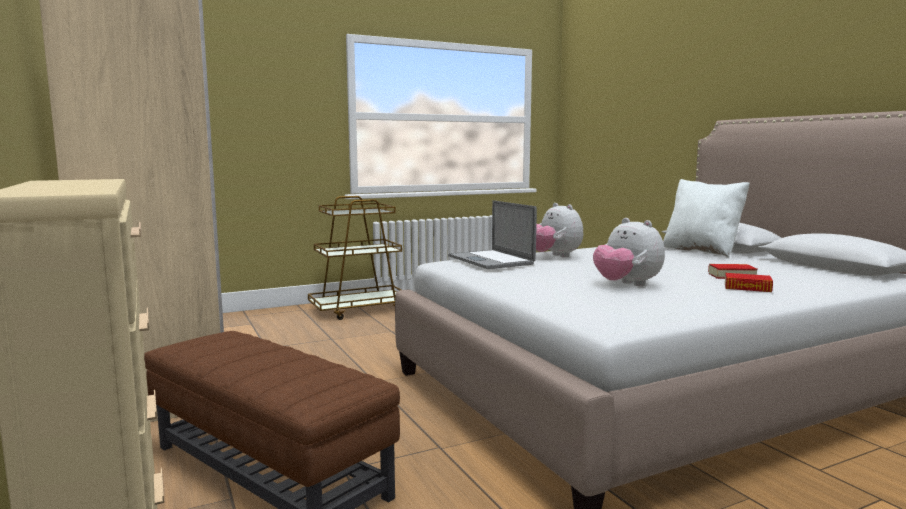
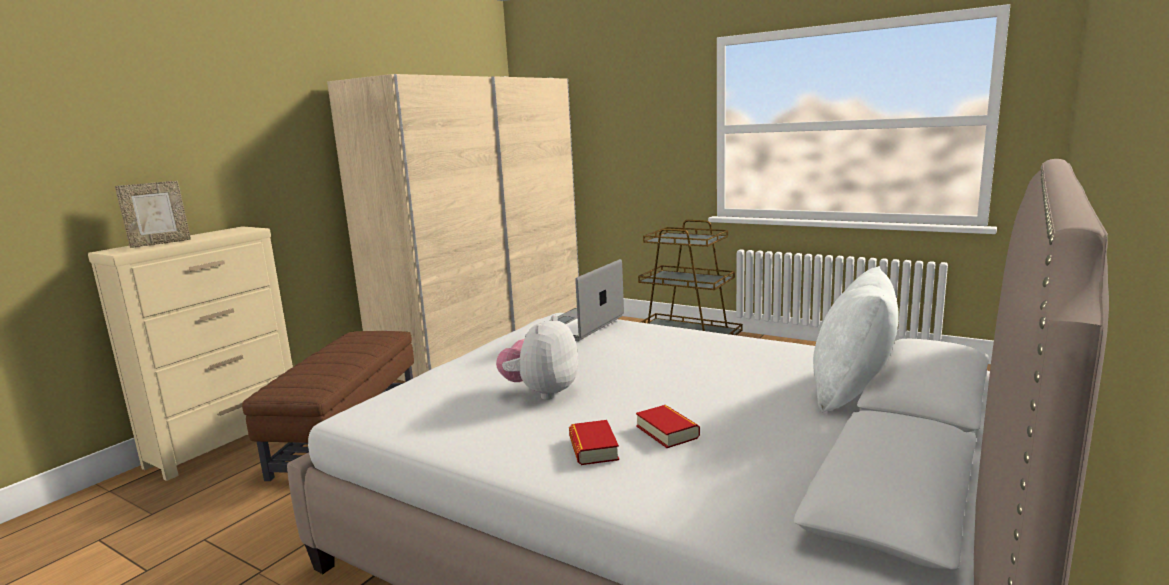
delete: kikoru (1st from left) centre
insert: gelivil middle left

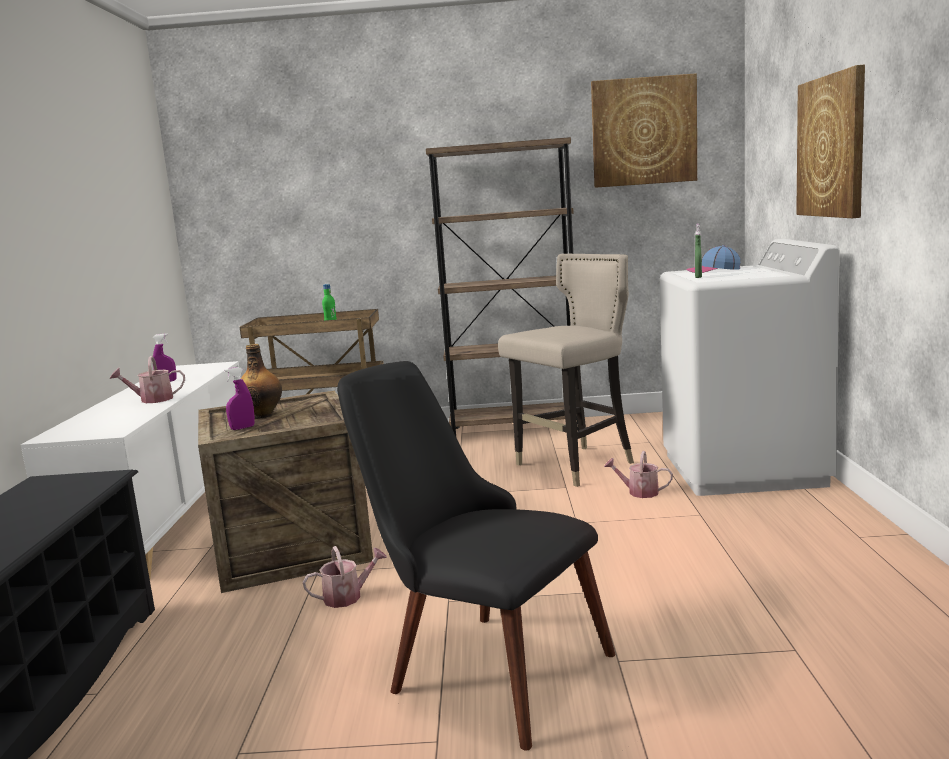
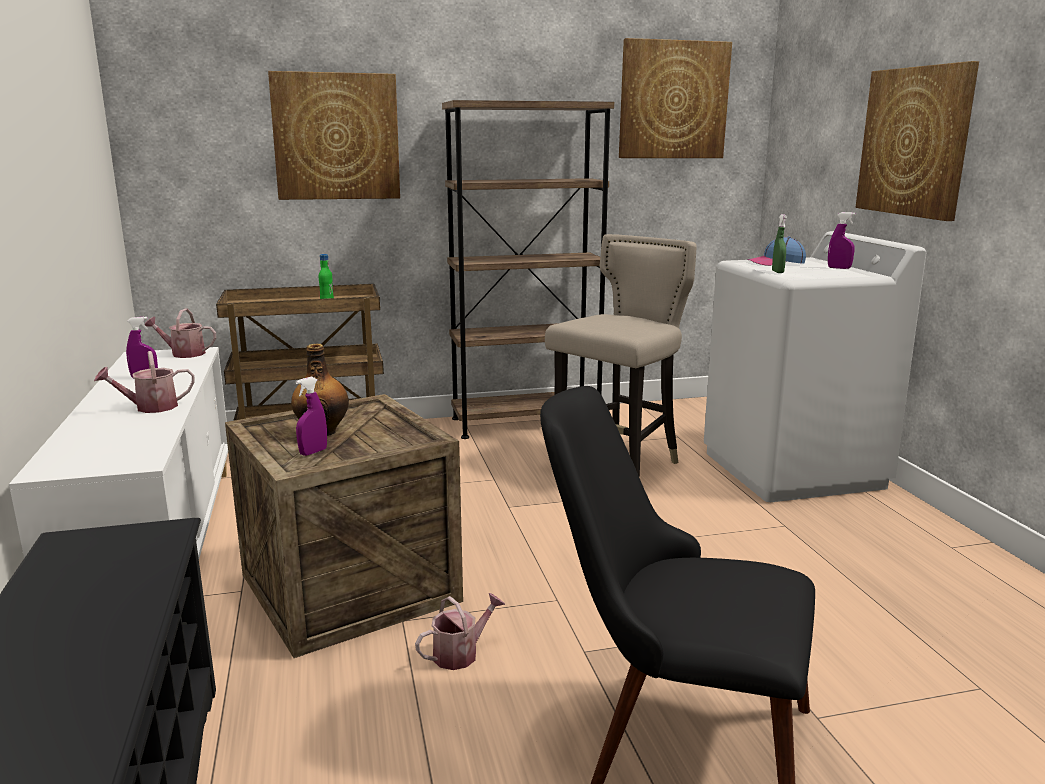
insert: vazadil (1st from left) top left; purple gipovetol (3rd from left) top right
move: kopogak (3rd from left in the first image) middle right to kopogak (2nd from left) middle left

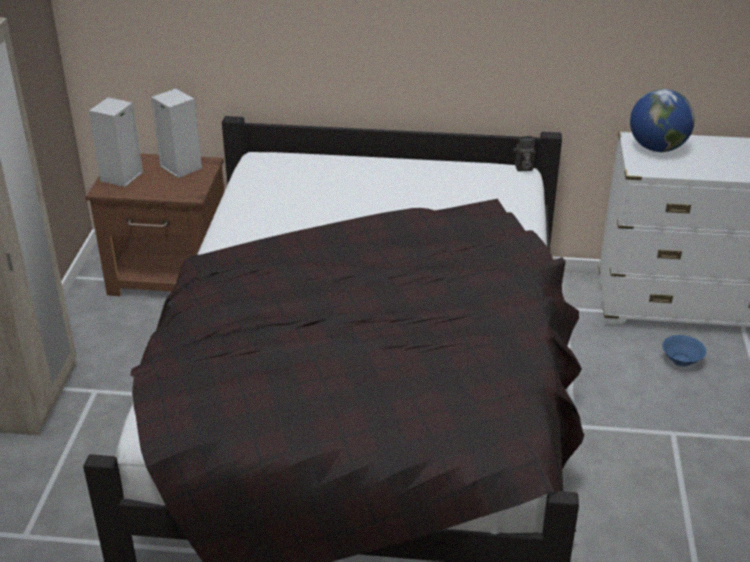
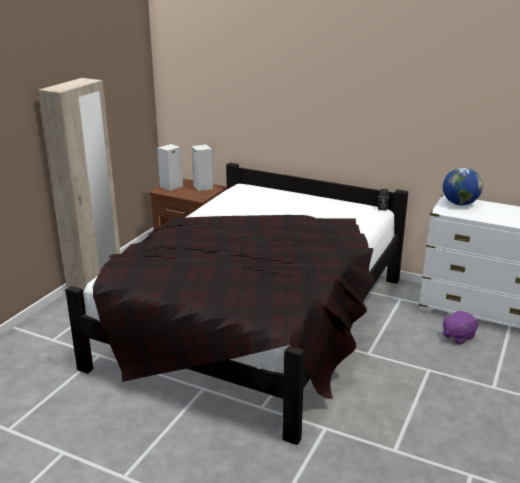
replace: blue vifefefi middle right to purple kikoru bottom right

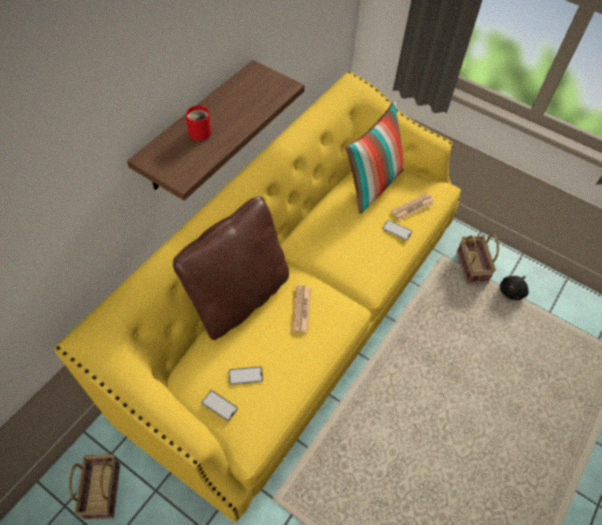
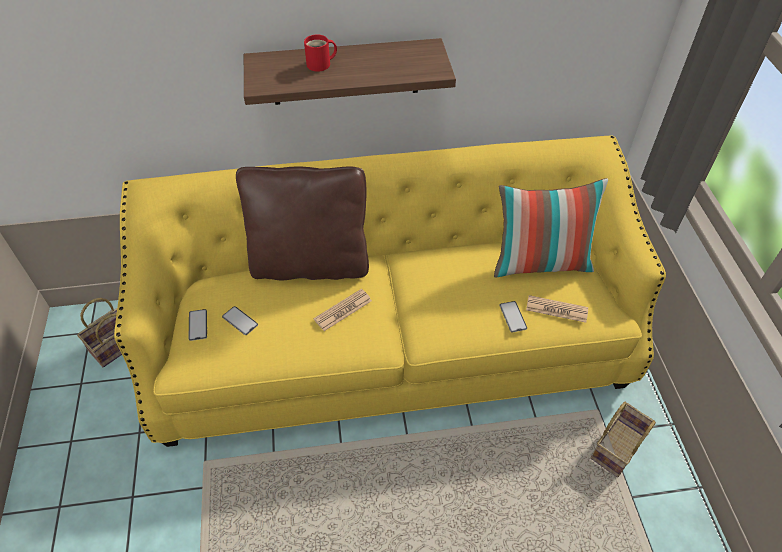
delete: black kikoru middle right

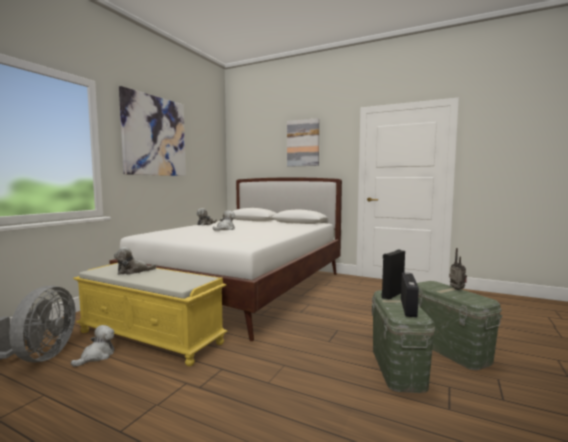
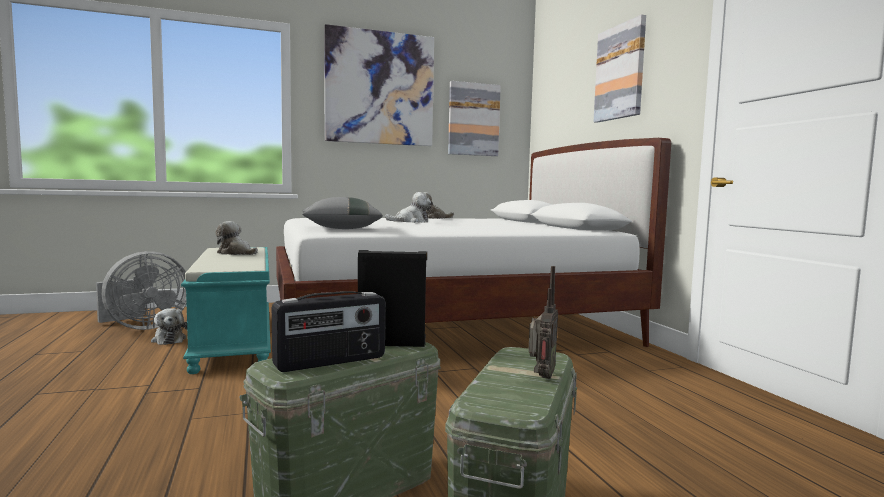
insert: vazadil (2nd from left) top centre; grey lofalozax centre
recolor: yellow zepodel bottom left to turquoise zepodel middle left
rotate: kikoru (1st from left) bottom left = middle left 75 degrees clockwise

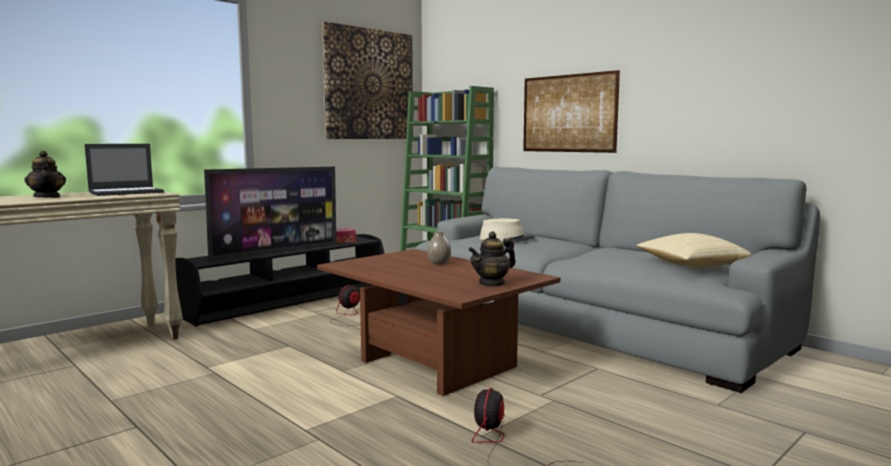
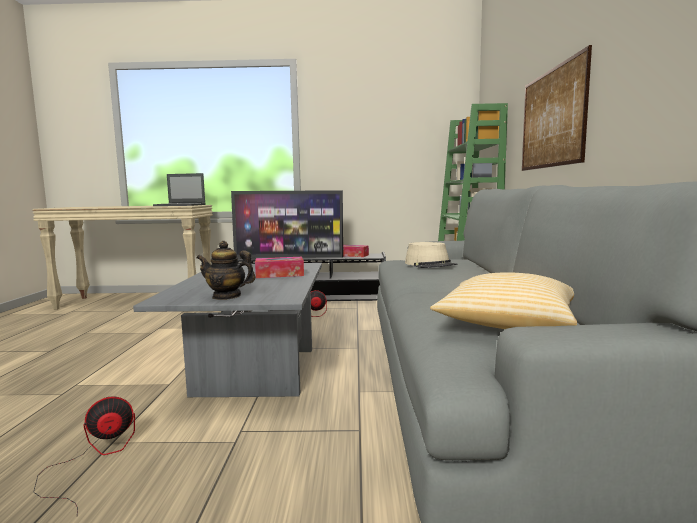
delete: vazadil (1st from left) top centre; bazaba (1st from left) middle left
replace: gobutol centre to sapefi (1st from left) centre
recolor: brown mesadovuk bottom centre to grey mesadovuk middle left

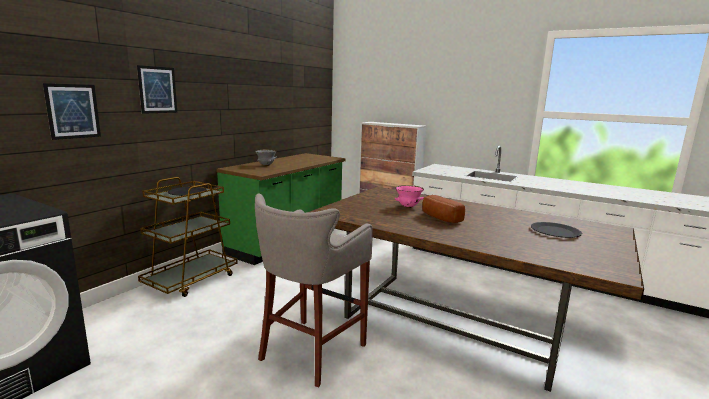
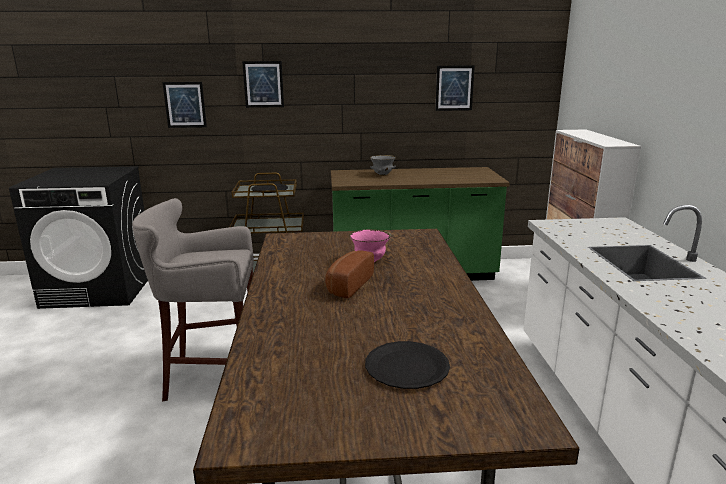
insert: vazadil (3rd from left) top centre

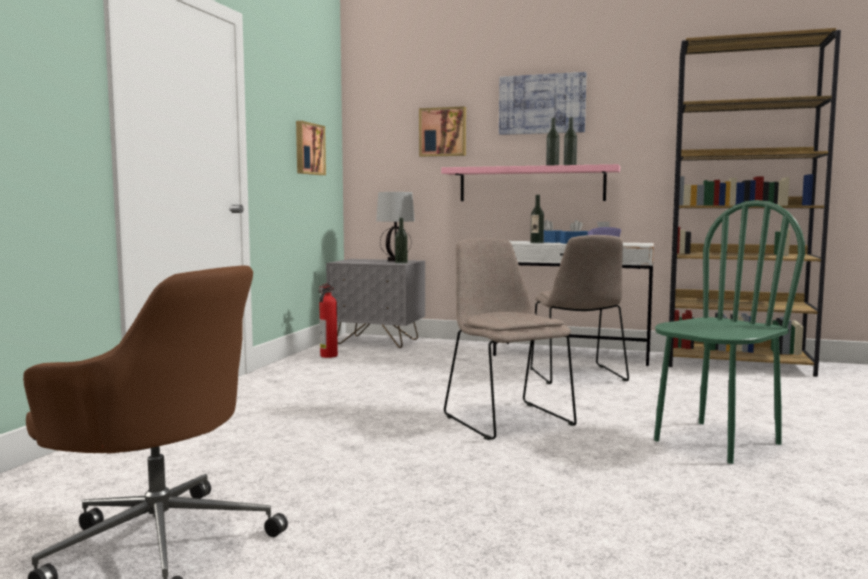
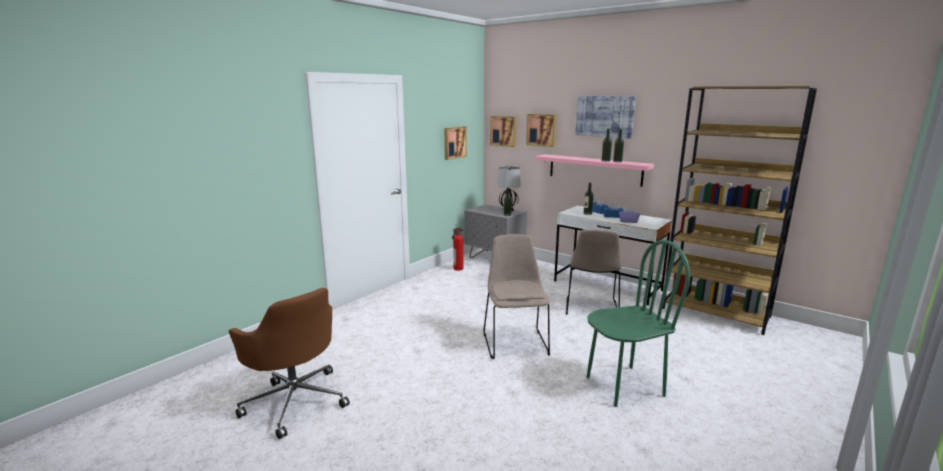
insert: vazadil (2nd from left) top centre

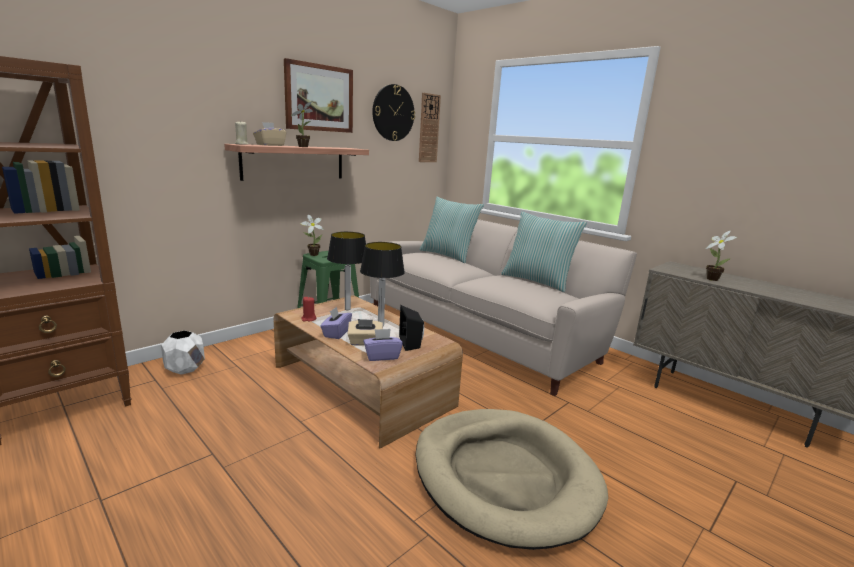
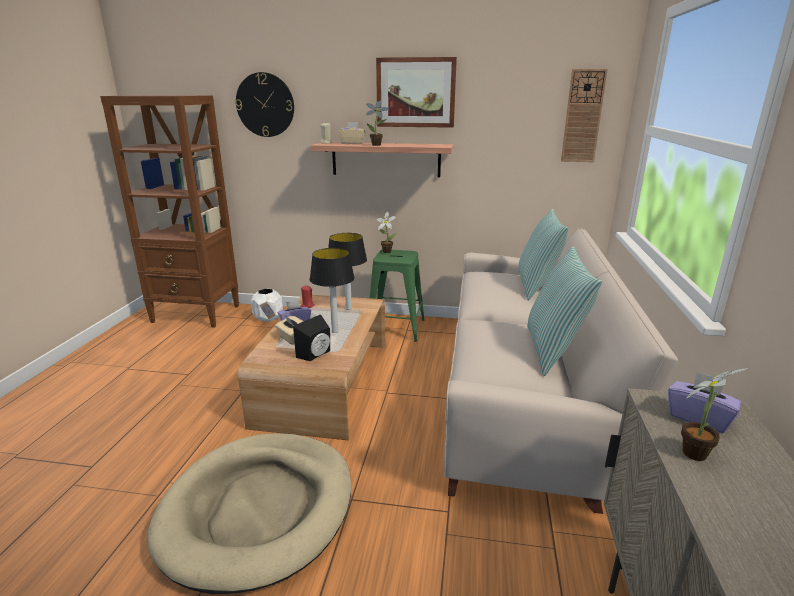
move: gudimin (1st from left) top centre to top left; purple sapefi (2nd from left) centre to bottom right

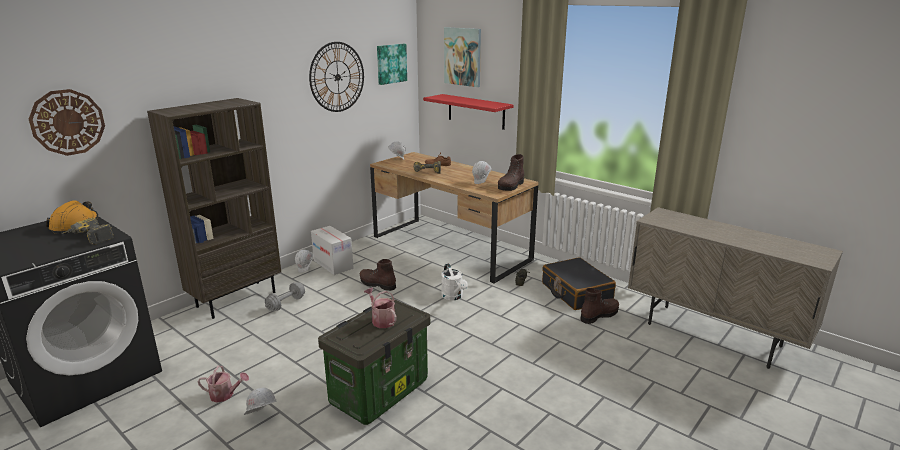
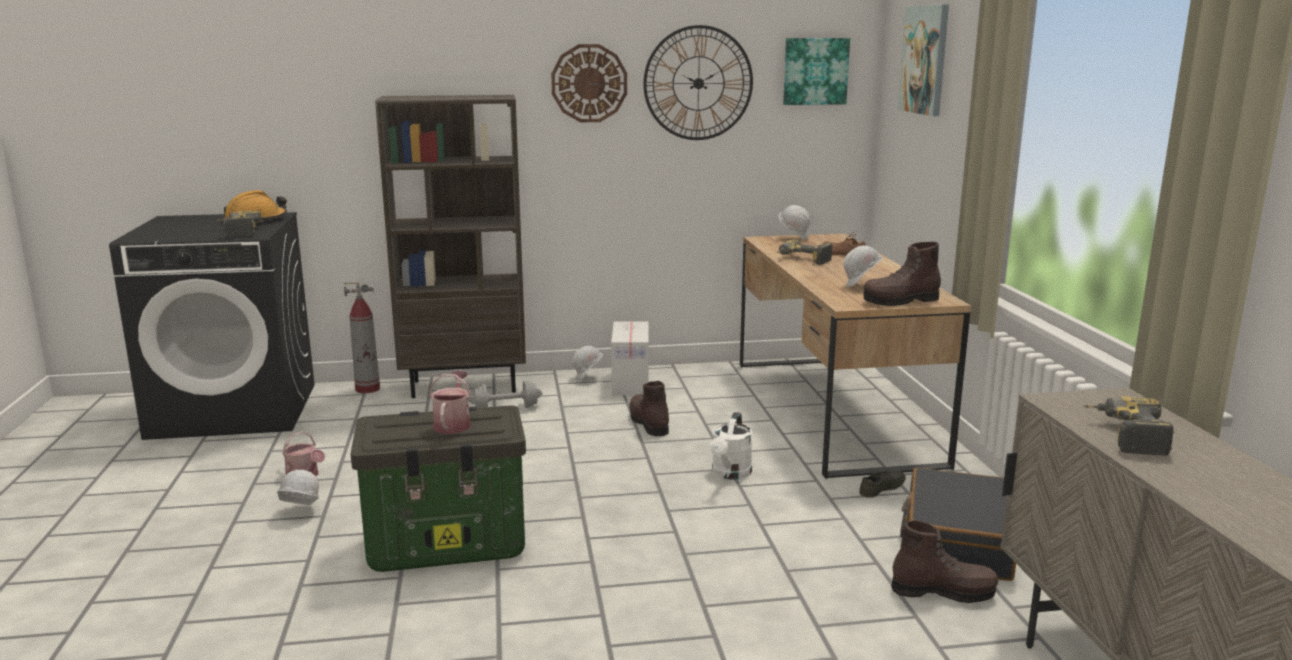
delete: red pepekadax top centre
insert: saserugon middle left; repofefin (3rd from left) middle right
move: gudimin (1st from left) top left to top centre

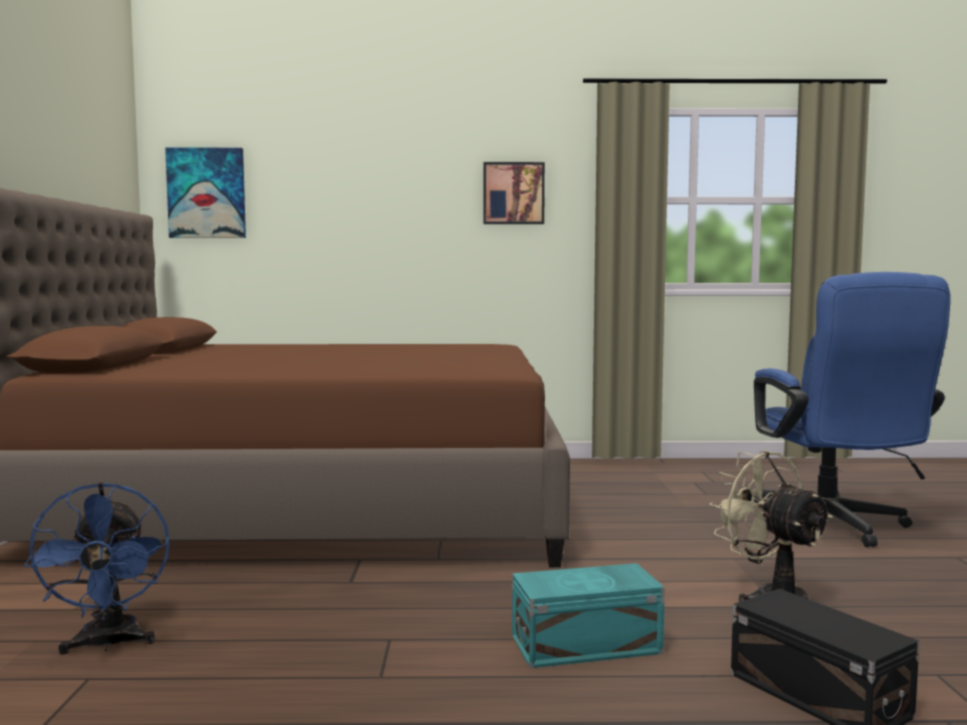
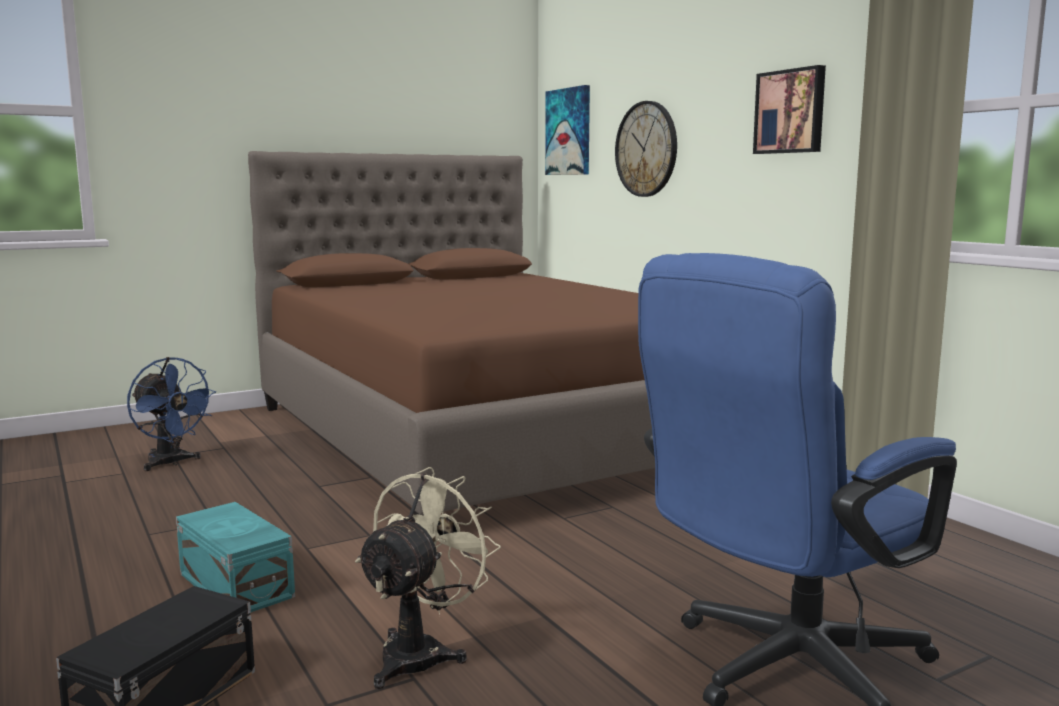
insert: gudimin top centre
rotate: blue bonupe bottom left = middle left 90 degrees counterclockwise

